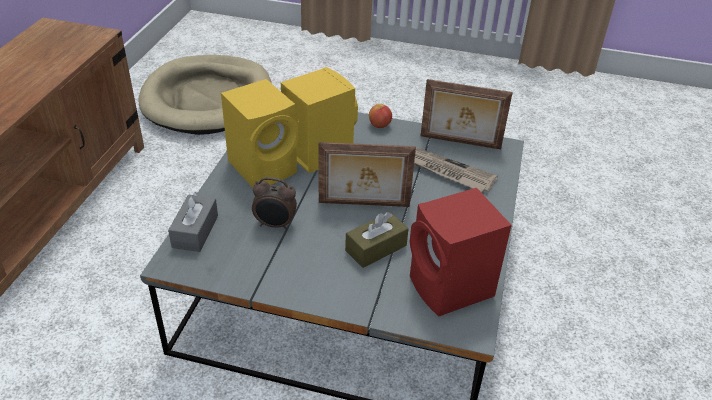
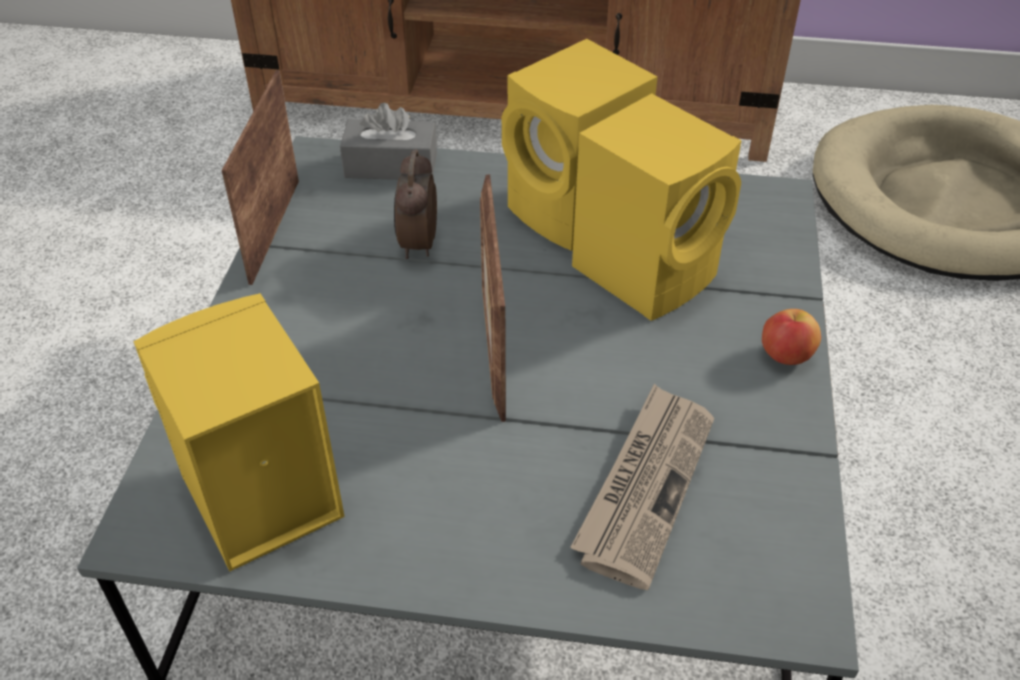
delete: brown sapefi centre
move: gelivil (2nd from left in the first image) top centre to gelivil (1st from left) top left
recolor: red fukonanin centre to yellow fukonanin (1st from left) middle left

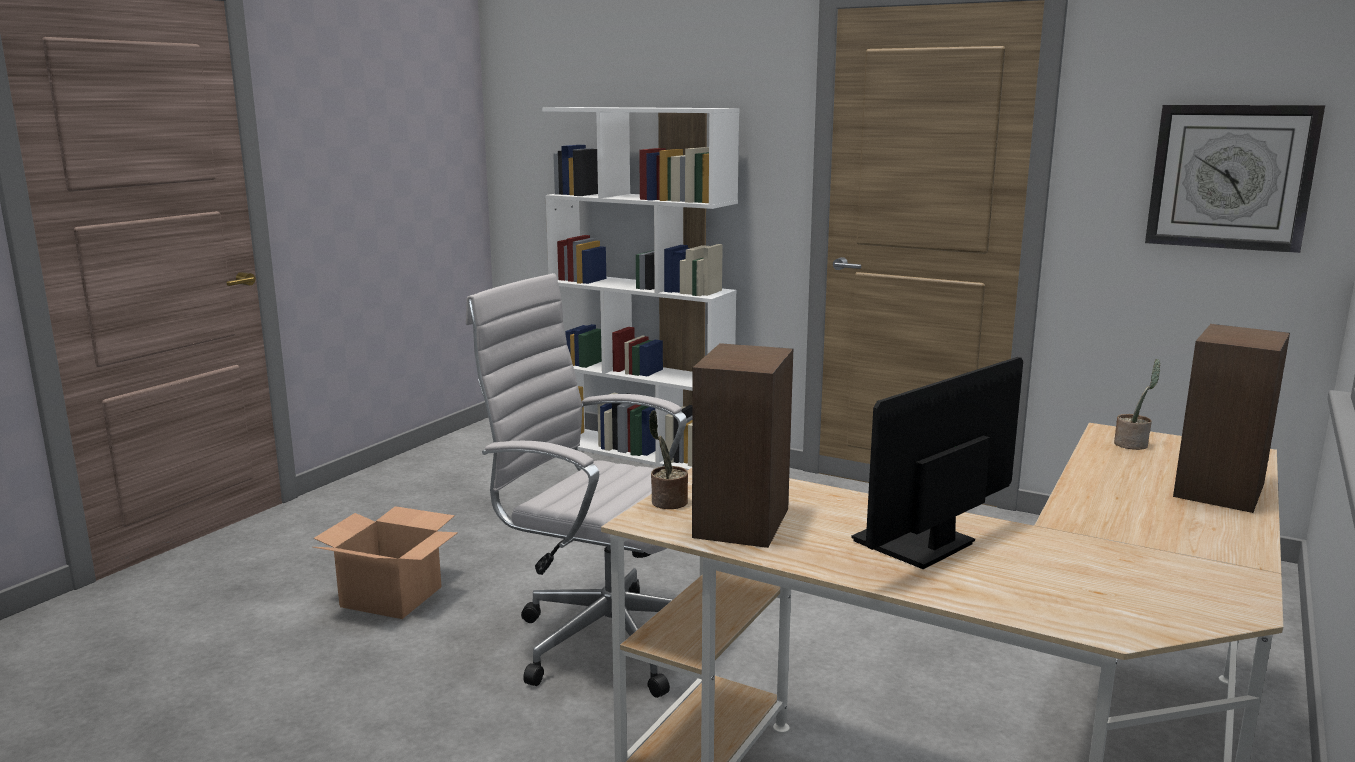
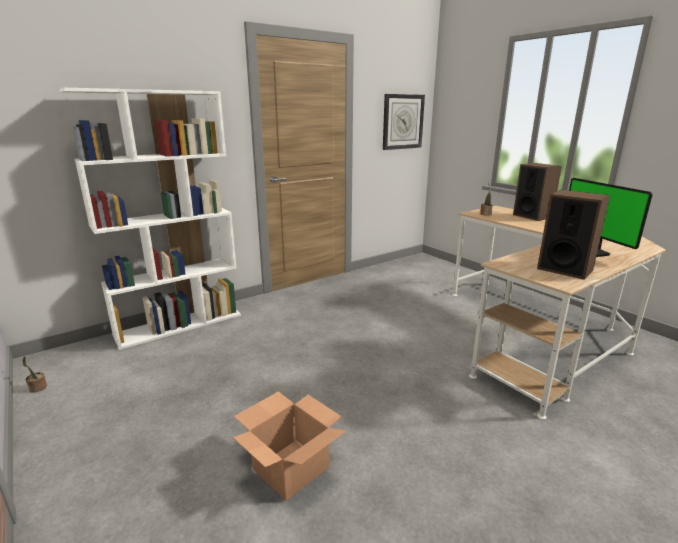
delete: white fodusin centre
move: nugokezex (1st from left) centre to bottom left

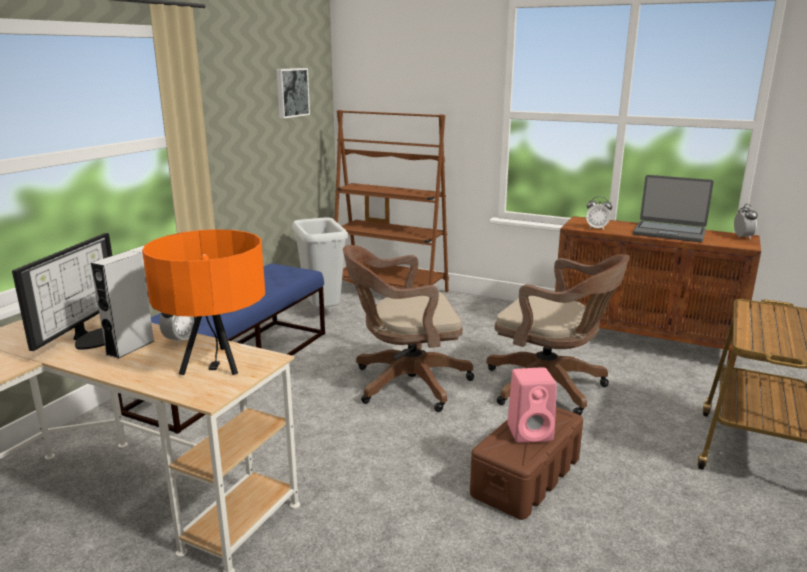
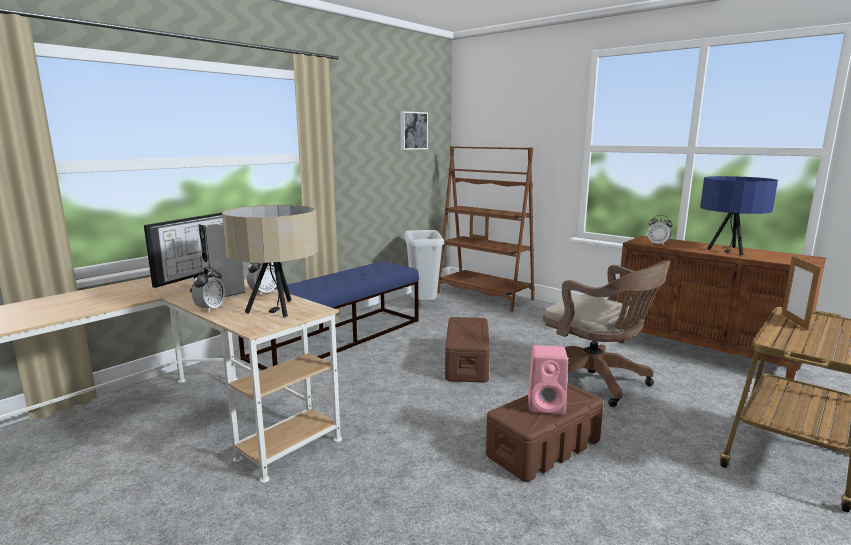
insert: gelivil (2nd from left) middle right
move: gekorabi (3rd from left in the first image) middle right to gekorabi (1st from left) middle left
replace: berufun middle right to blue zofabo middle right; brown fodusin (1st from left) centre to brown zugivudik (1st from left) centre
recolor: orange zofabo middle left to beige zofabo middle left

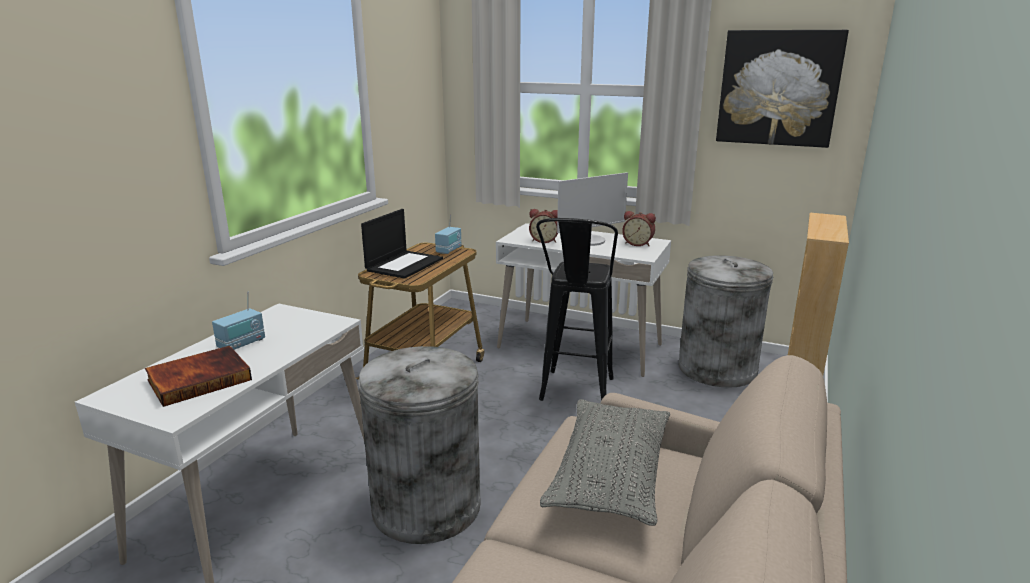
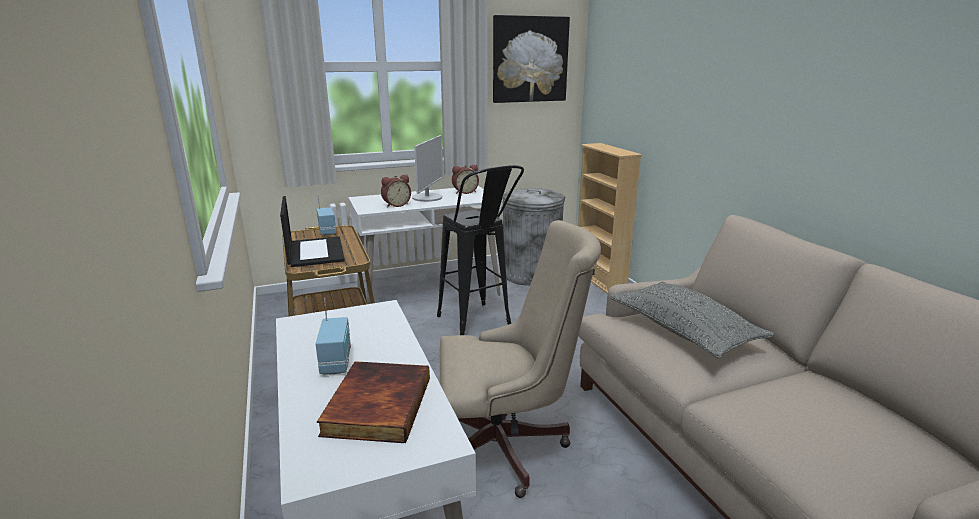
replace: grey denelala (1st from left) bottom centre to beige fodusin bottom centre

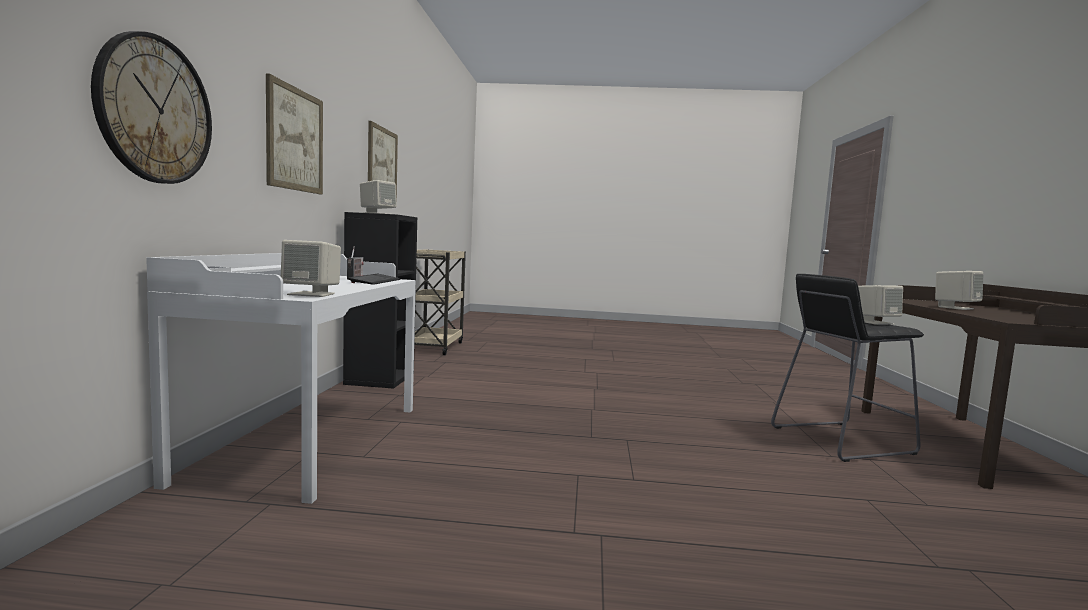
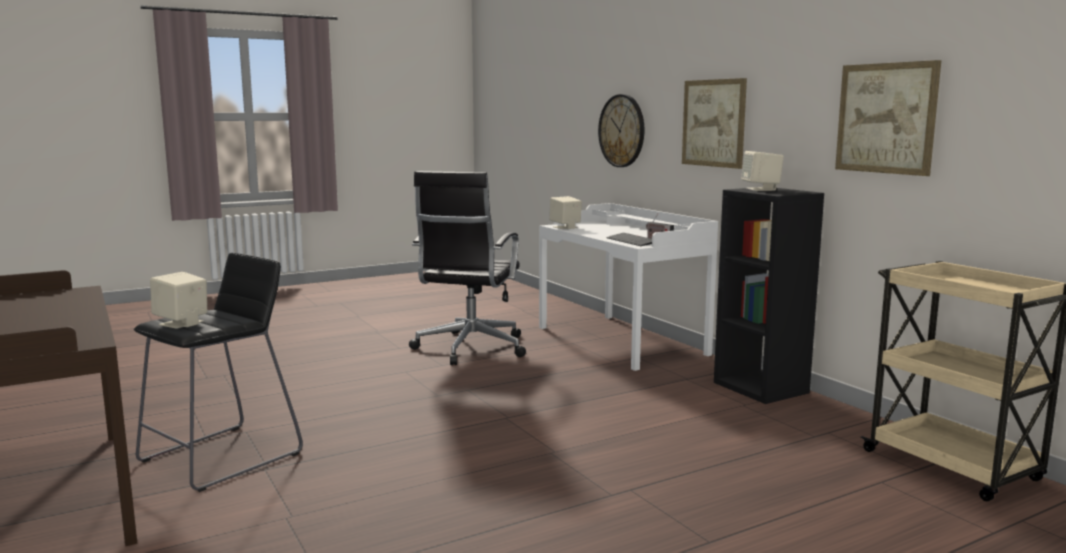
delete: beige fukonanin (4th from left) middle right
insert: black fodusin centre

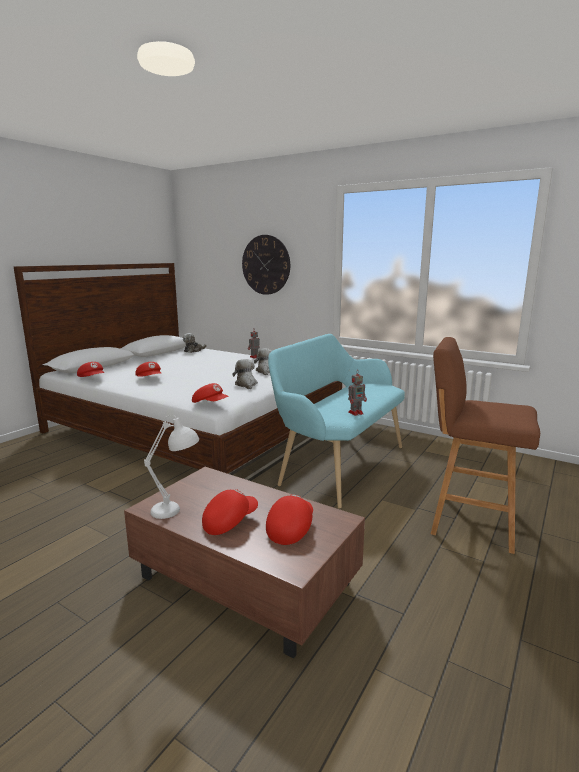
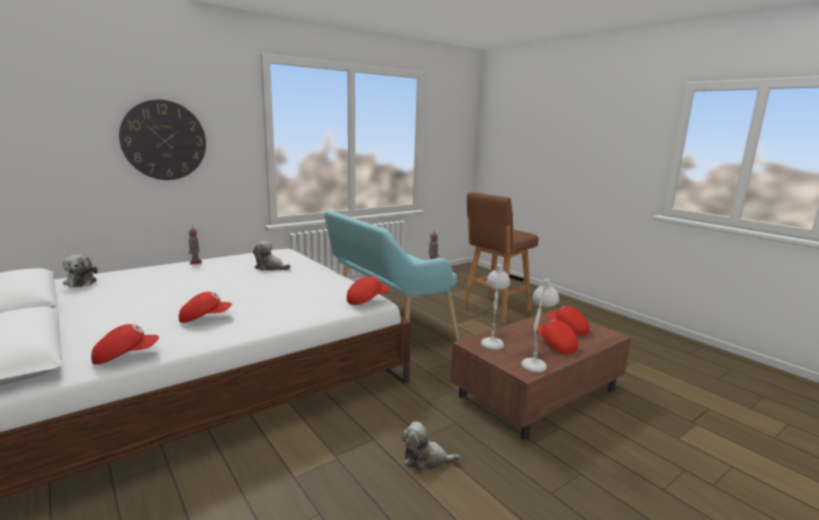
insert: white zofabo (1st from left) centre
move: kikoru (2nd from left in the first image) centre to kikoru (3rd from left) bottom centre

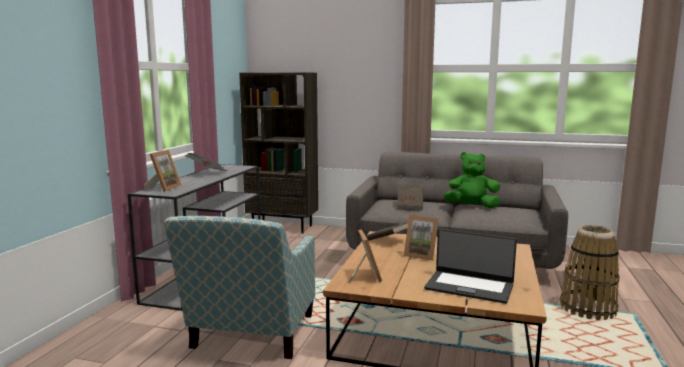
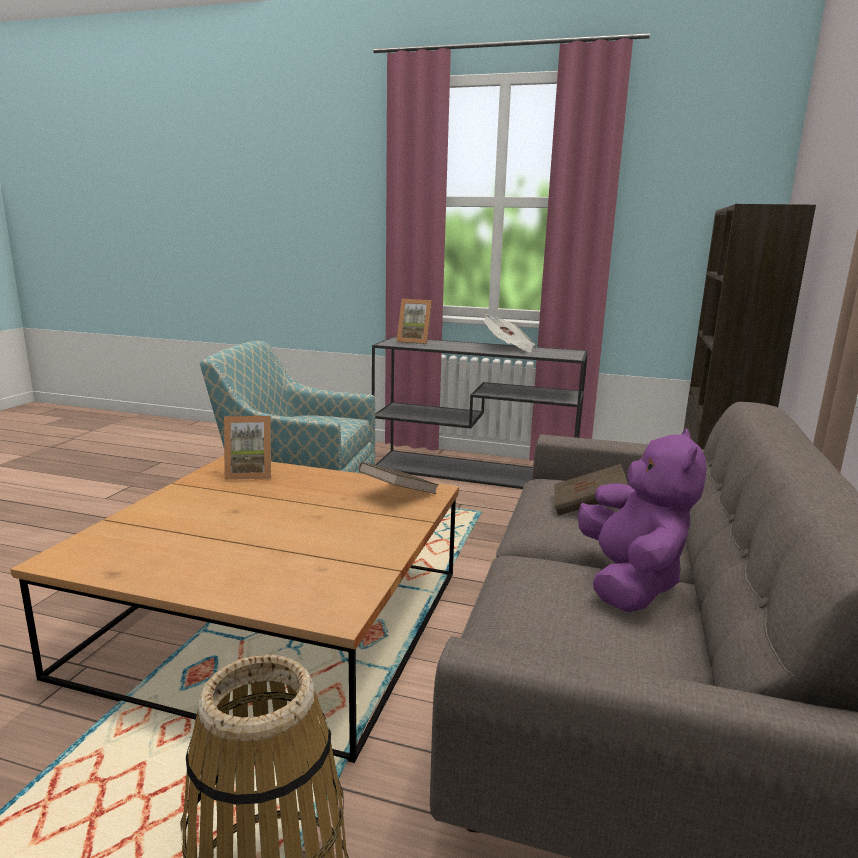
delete: gelivil (3rd from left) centre; berufun bottom right
recolor: green kikoru middle right to purple kikoru middle right

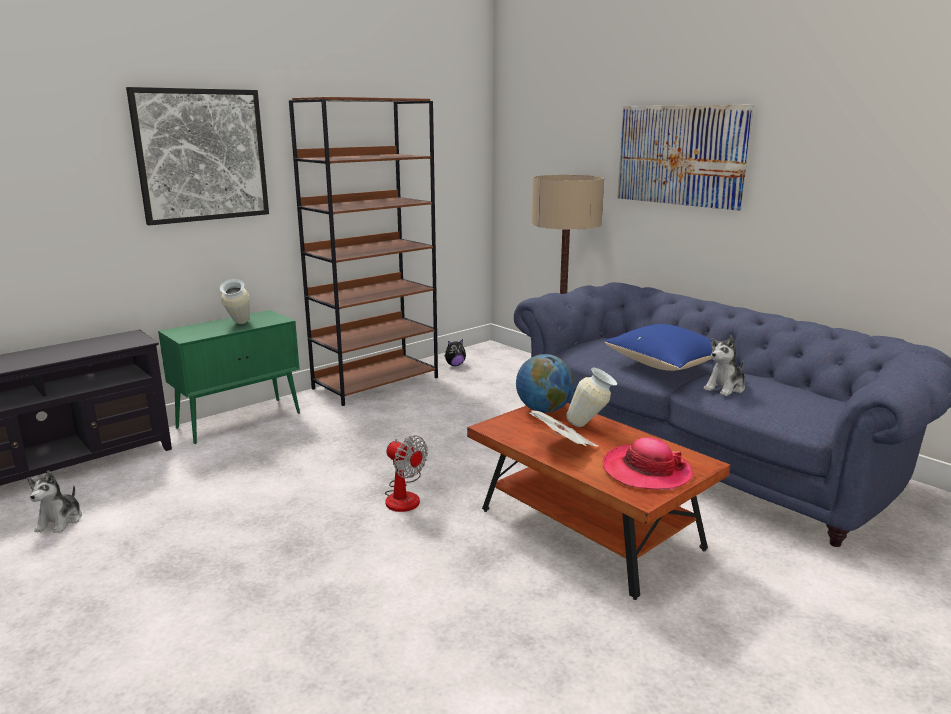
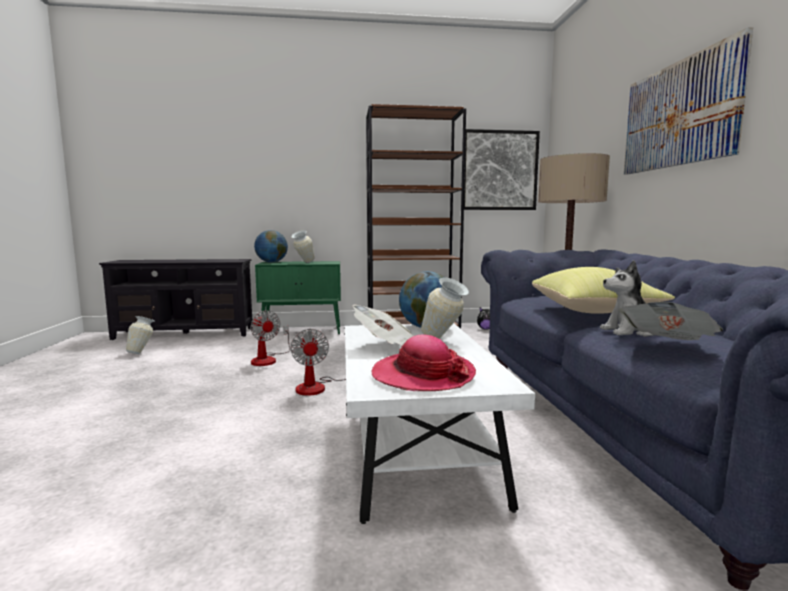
insert: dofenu (1st from left) centre; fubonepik (2nd from left) middle right; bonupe (1st from left) centre
move: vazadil (1st from left) top left to top centre
replace: kikoru (1st from left) bottom left to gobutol (1st from left) middle left
recolor: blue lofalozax middle right to yellow lofalozax middle right; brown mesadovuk bottom centre to white mesadovuk bottom centre

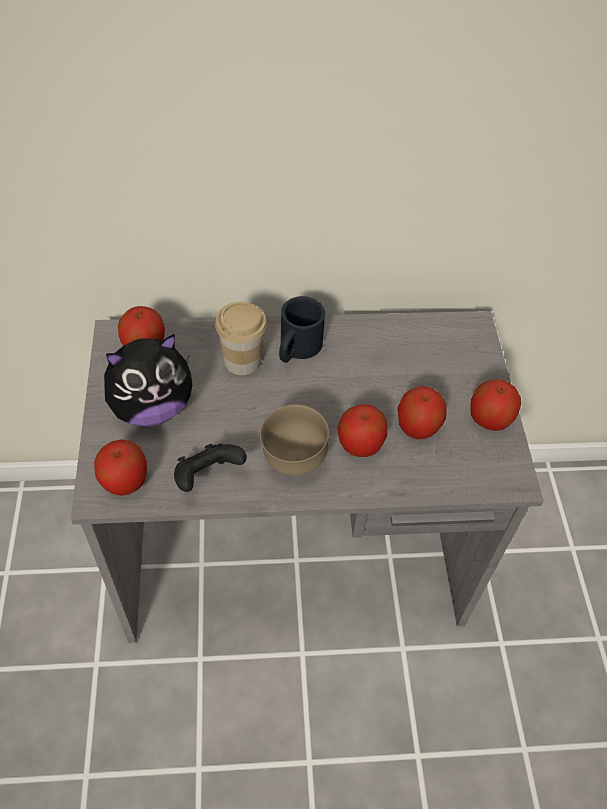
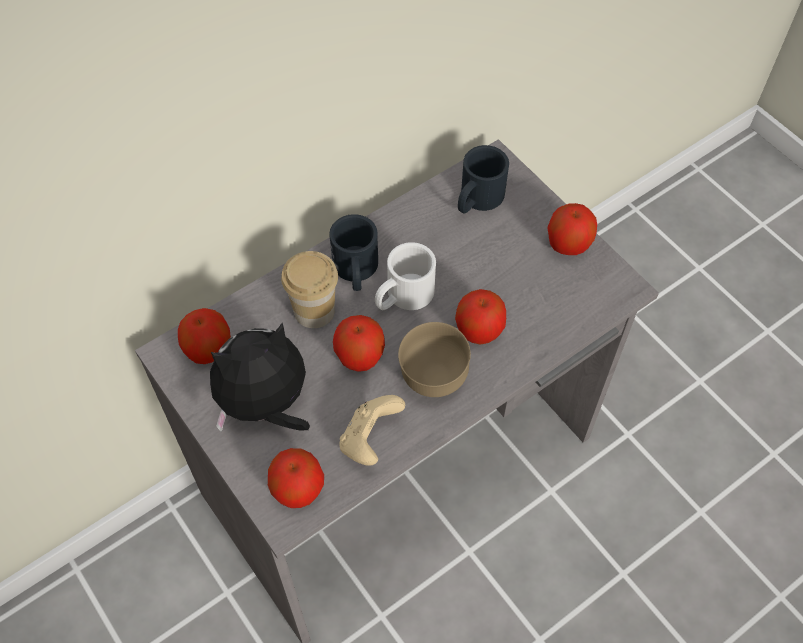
insert: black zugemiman (2nd from left) top centre; white zugemiman centre
move: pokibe (4th from left in the first image) middle right to pokibe (3rd from left) centre
recolor: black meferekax centre to beige meferekax bottom centre
rotate: kikoru middle left = middle left 150 degrees counterclockwise

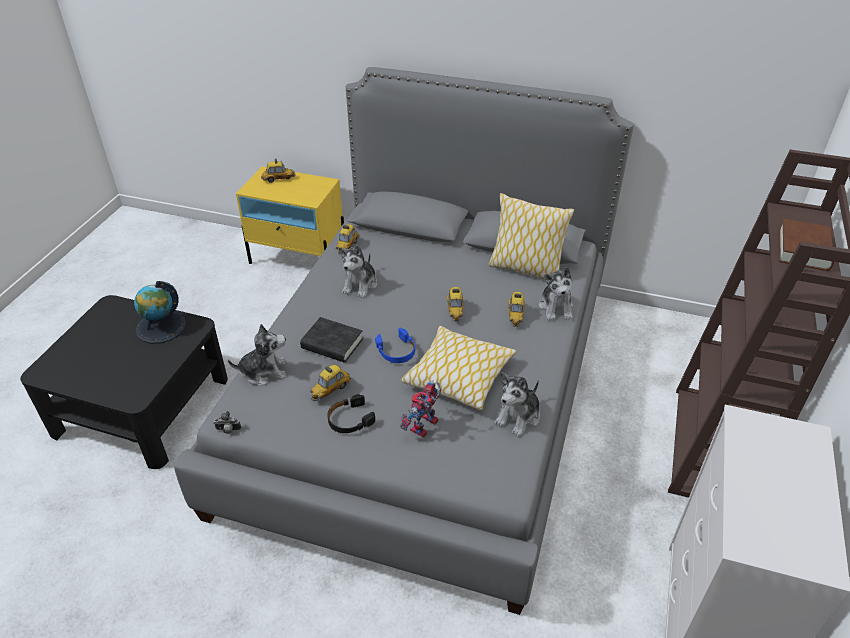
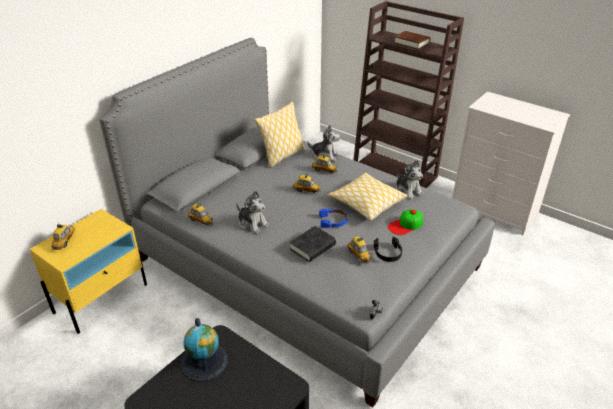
delete: kikoru (1st from left) middle left
replace: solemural centre to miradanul centre

